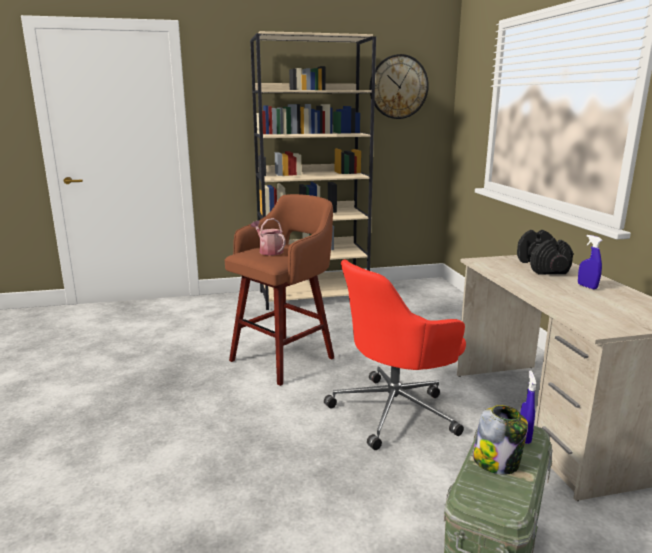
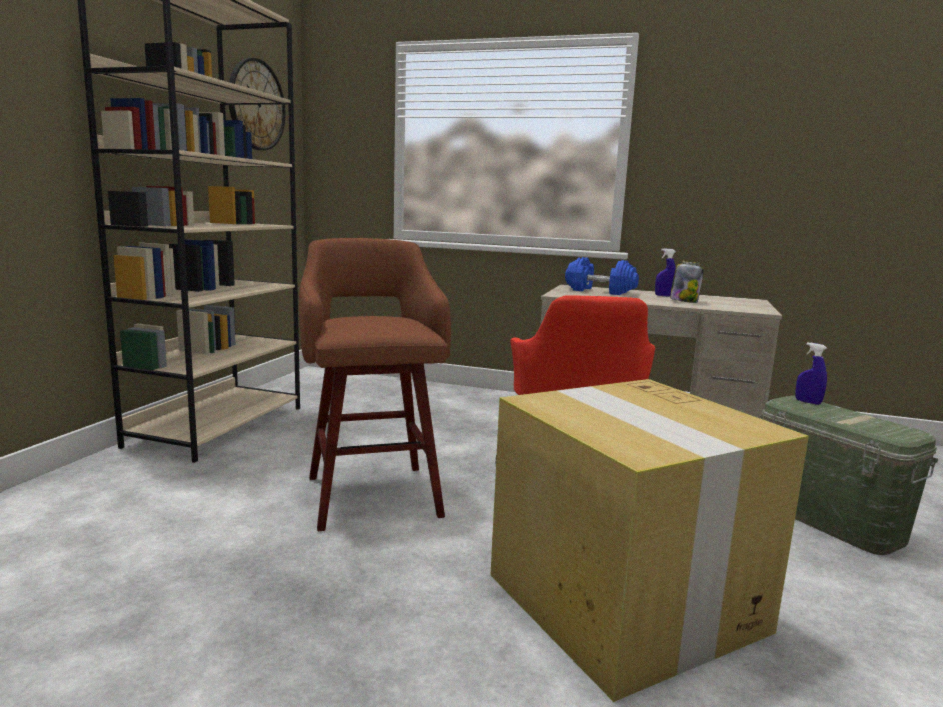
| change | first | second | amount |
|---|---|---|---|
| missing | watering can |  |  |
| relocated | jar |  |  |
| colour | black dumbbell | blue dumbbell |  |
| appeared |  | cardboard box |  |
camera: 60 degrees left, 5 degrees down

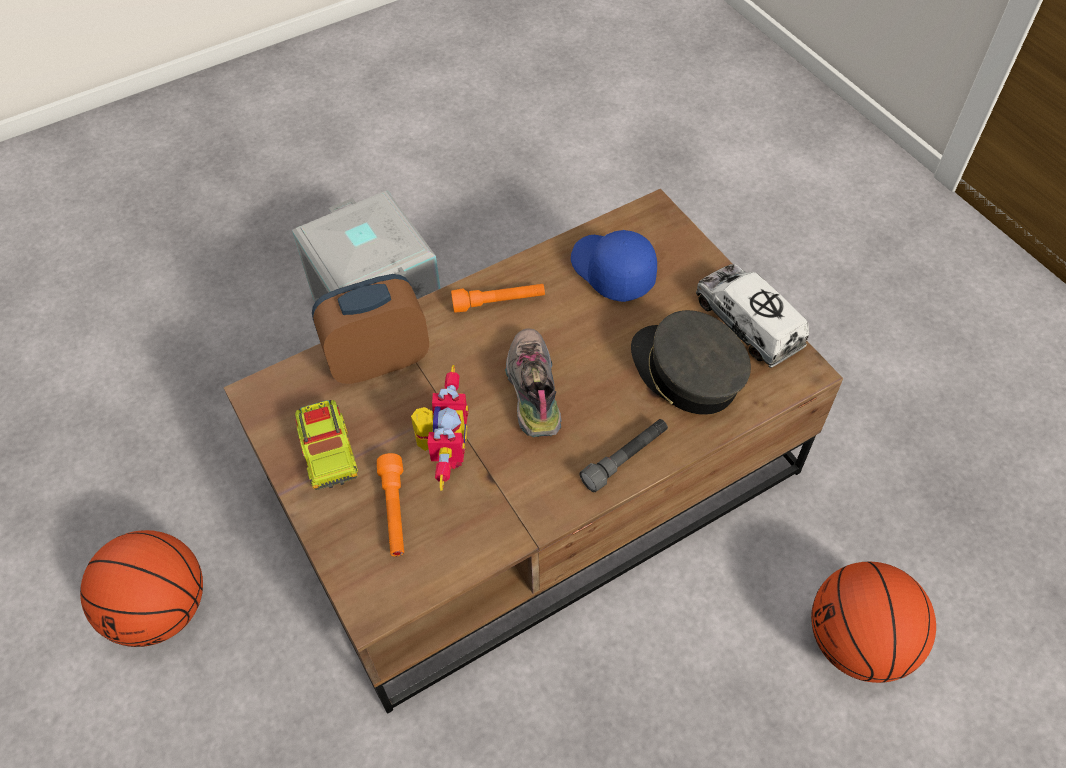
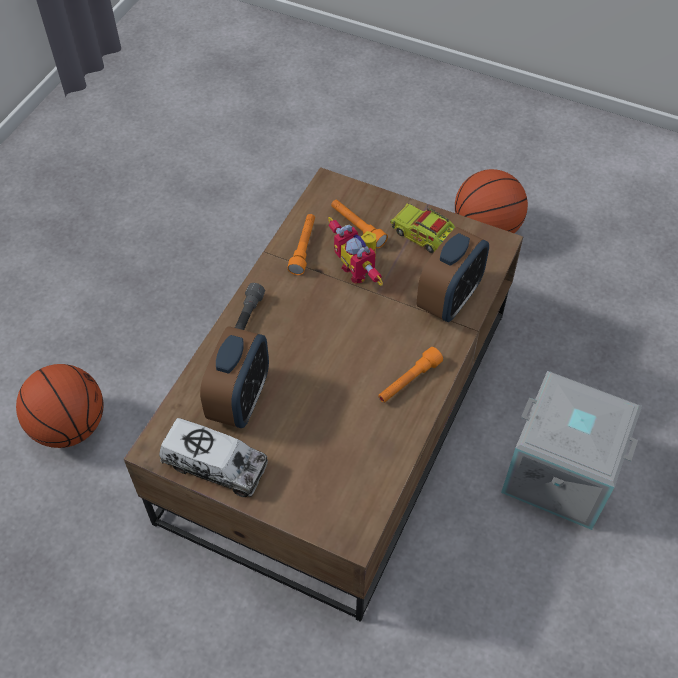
| change | first | second | amount |
|---|---|---|---|
| missing | shoe |  |  |
| missing | blue cap |  |  |
| exchanged | grey cap | alarm clock (no. 1 from left) |  |
| appeared |  | orange flashlight (no. 1 from left) |  |
camera: 145 degrees right, 0 degrees up

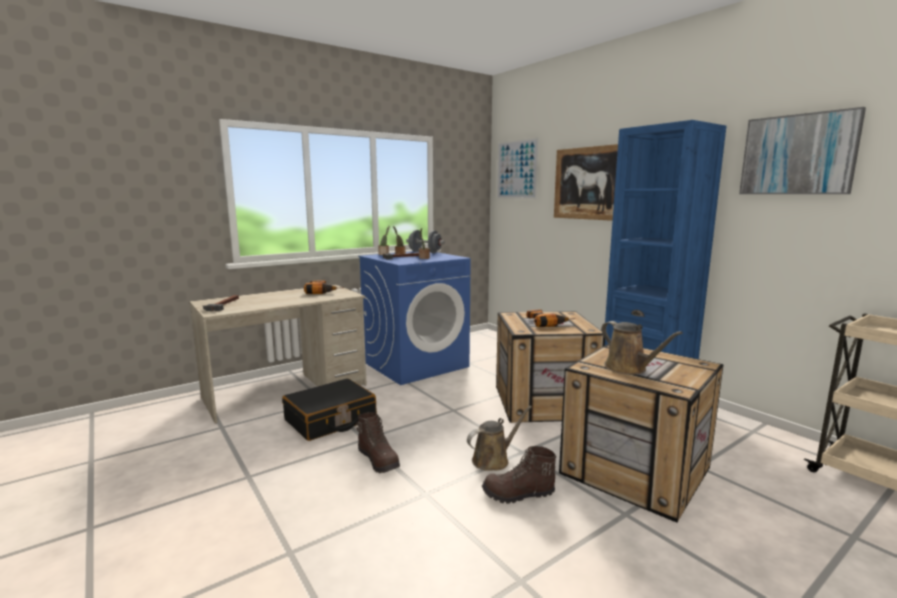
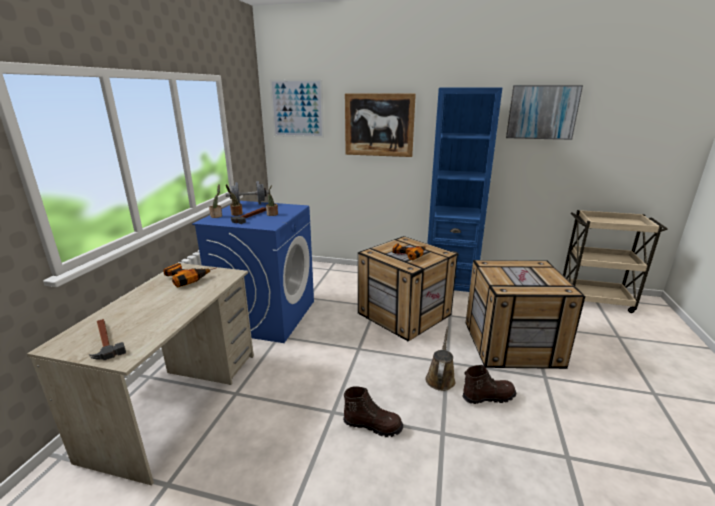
| change | first | second | amount |
|---|---|---|---|
| missing | black suitcase |  |  |
| spun | brown boot (no. 2 from left) |  | 150 degrees counterclockwise |
| missing | brown watering can (no. 2 from left) |  |  |
camera: 40 degrees left, 10 degrees up

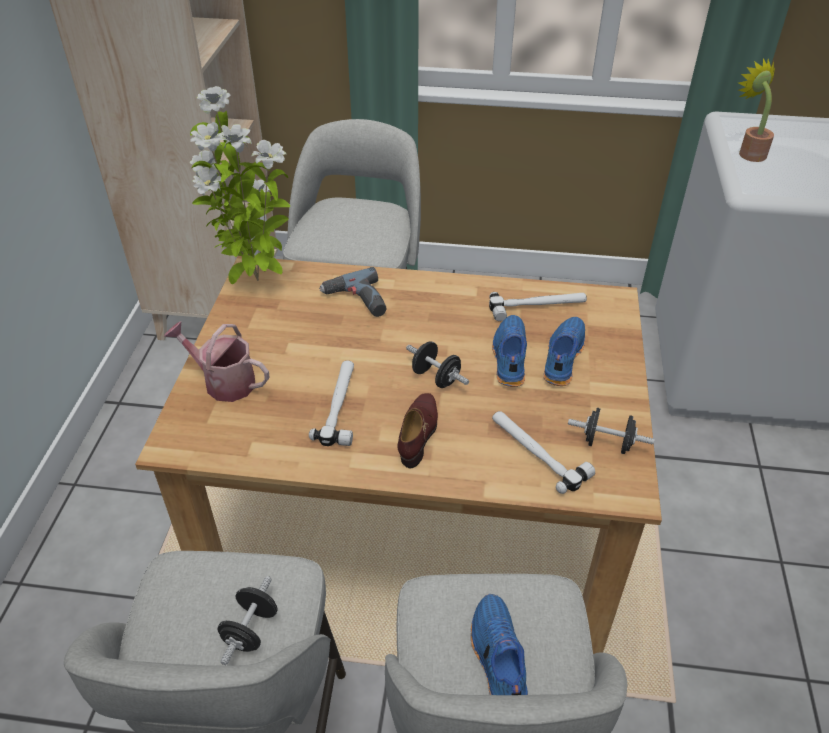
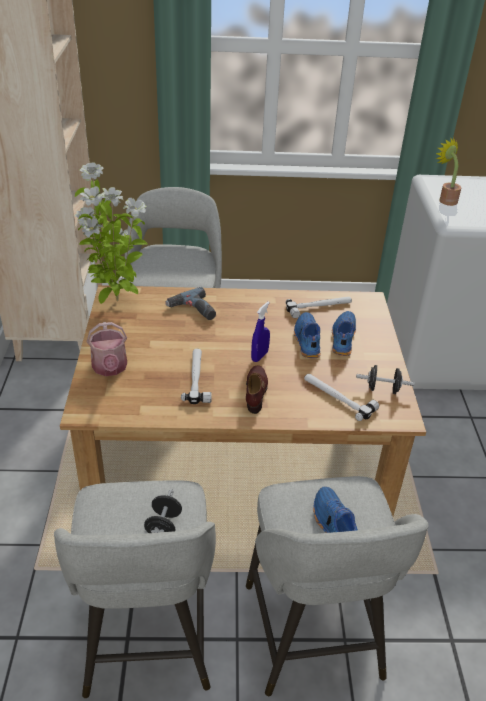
| change | first | second | amount |
|---|---|---|---|
| spun | watering can |  | 120 degrees counterclockwise |
| exchanged | black dumbbell (no. 2 from left) | blue spray bottle |  |
camera: 10 degrees left, 5 degrees down

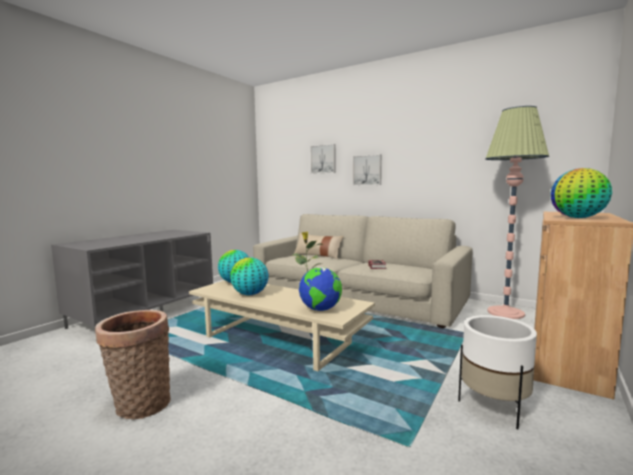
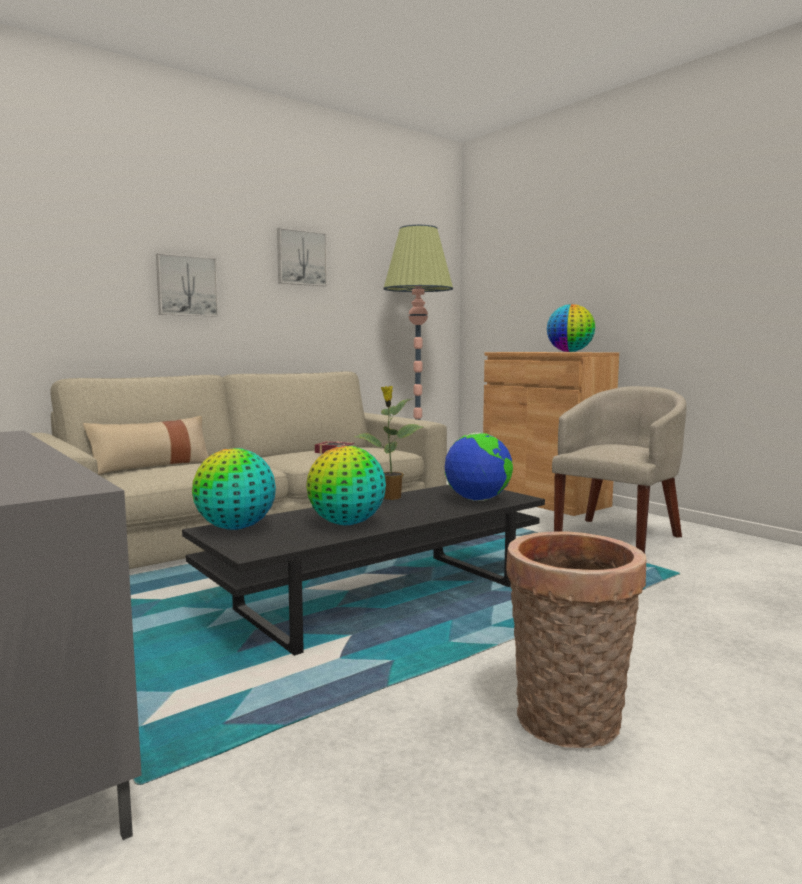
| change | first | second | amount |
|---|---|---|---|
| colour | beige coffee table | black coffee table |  |
| relocated | picture (no. 1 from left in the first image) | picture (no. 2 from left) |  |
| exchanged | white planter | beige armchair |  |
camera: 70 degrees left, 0 degrees up

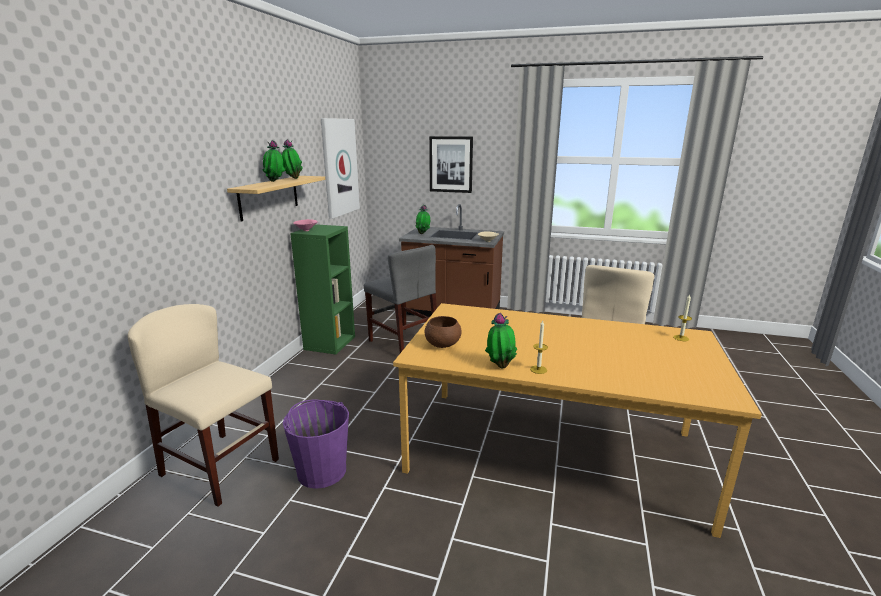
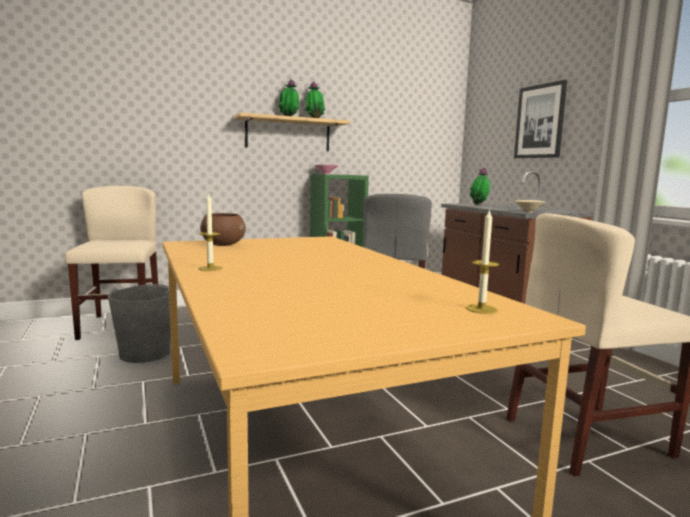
| change | first | second | amount |
|---|---|---|---|
| colour | purple bucket | grey bucket |  |
| missing | picture (no. 1 from left) |  |  |
| missing | potted plant (no. 4 from left) |  |  |
camera: 50 degrees right, 10 degrees down

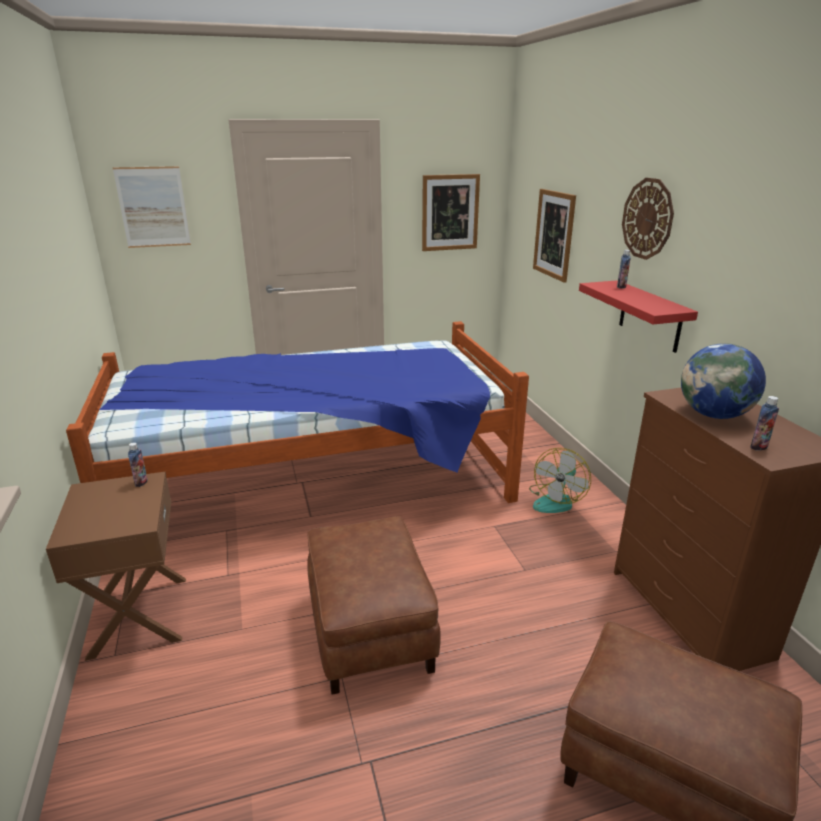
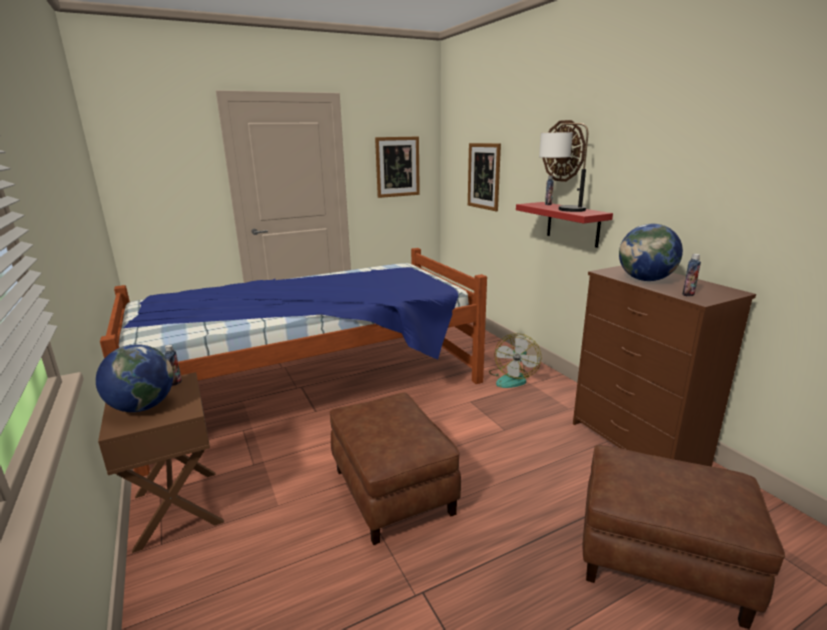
| change | first | second | amount |
|---|---|---|---|
| missing | picture (no. 1 from left) |  |  |
| appeared |  | globe (no. 1 from left) |  |
| appeared |  | table lamp |  |
camera: 10 degrees left, 5 degrees down

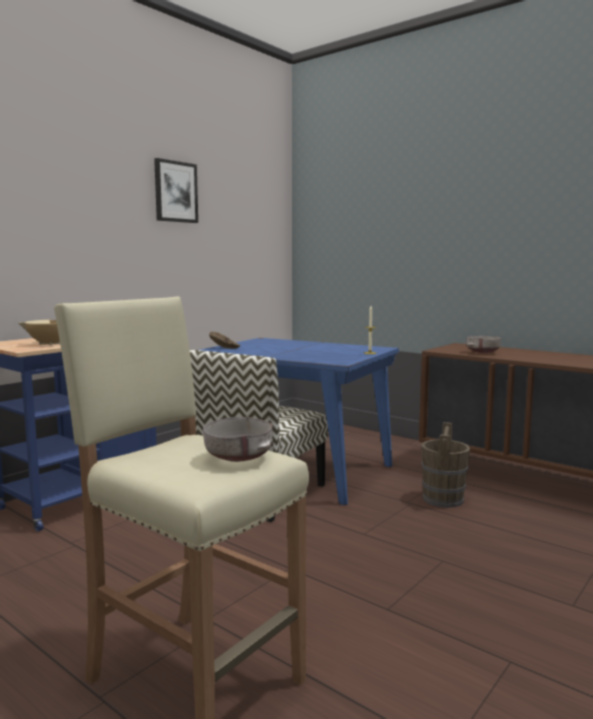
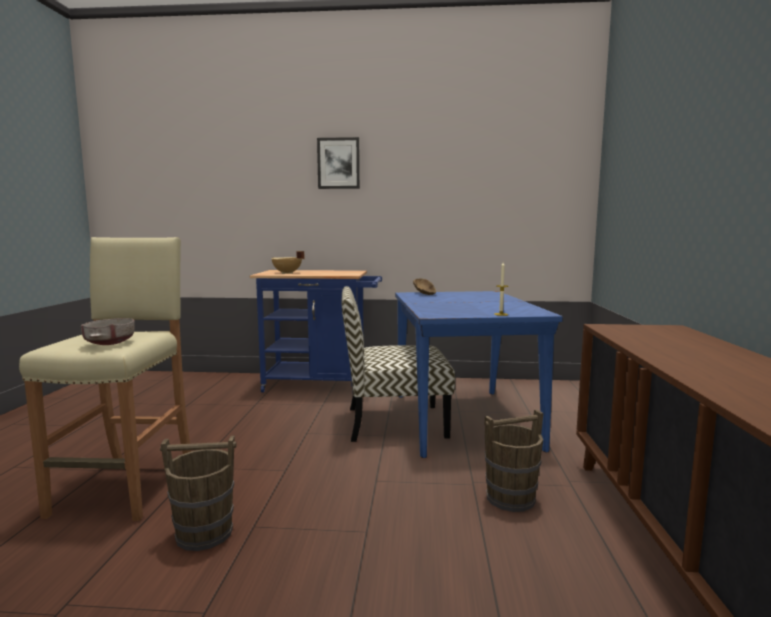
| change | first | second | amount |
|---|---|---|---|
| relocated | picture |  |  |
| missing | grey bowl (no. 2 from left) |  |  |
| appeared |  | brown bucket (no. 1 from left) |  |
camera: 55 degrees right, 0 degrees up

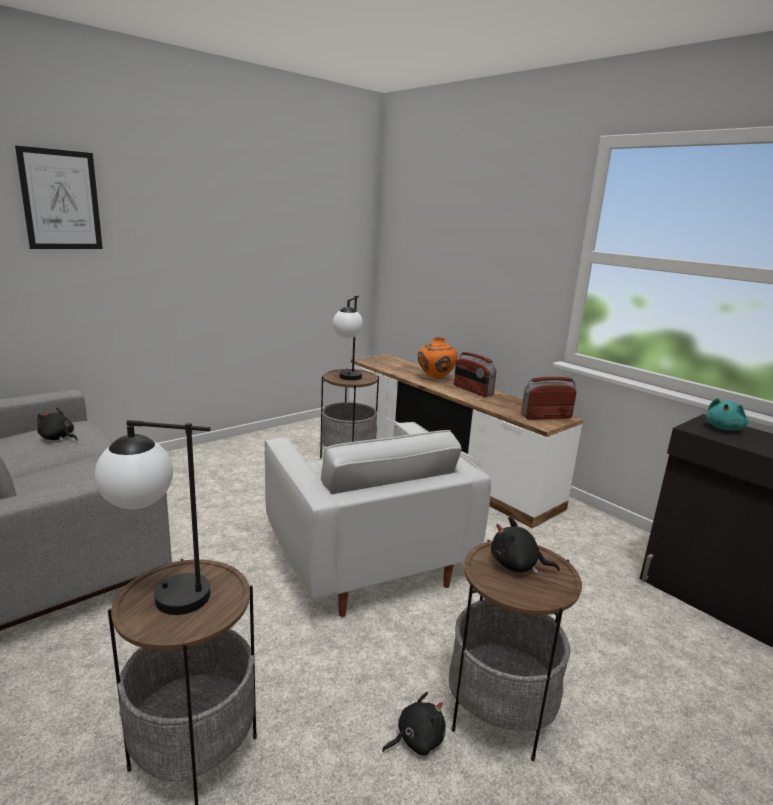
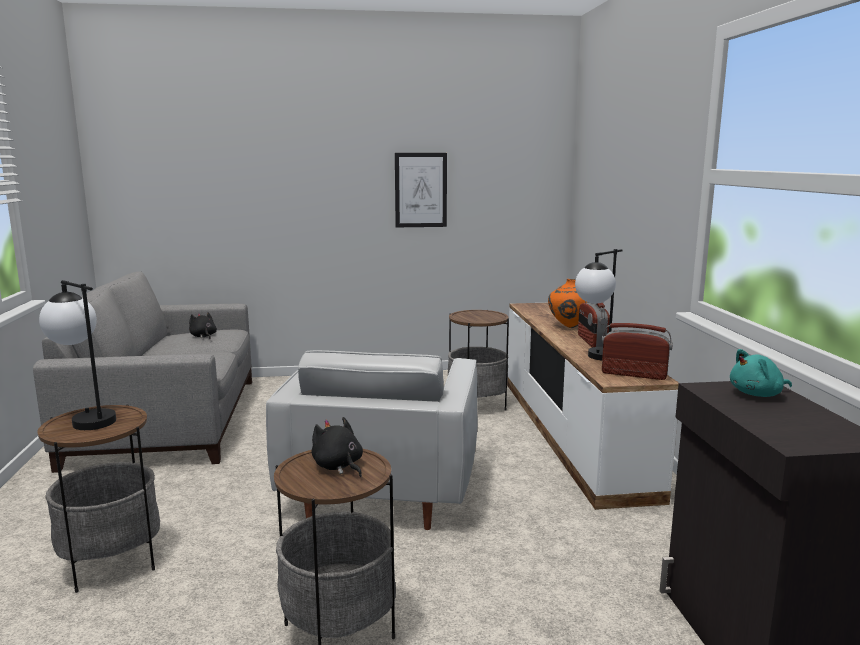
| change | first | second | amount |
|---|---|---|---|
| relocated | picture |  |  |
| relocated | table lamp (no. 2 from left) |  |  |
| missing | black plush toy (no. 2 from left) |  |  |
camera: 35 degrees right, 5 degrees down

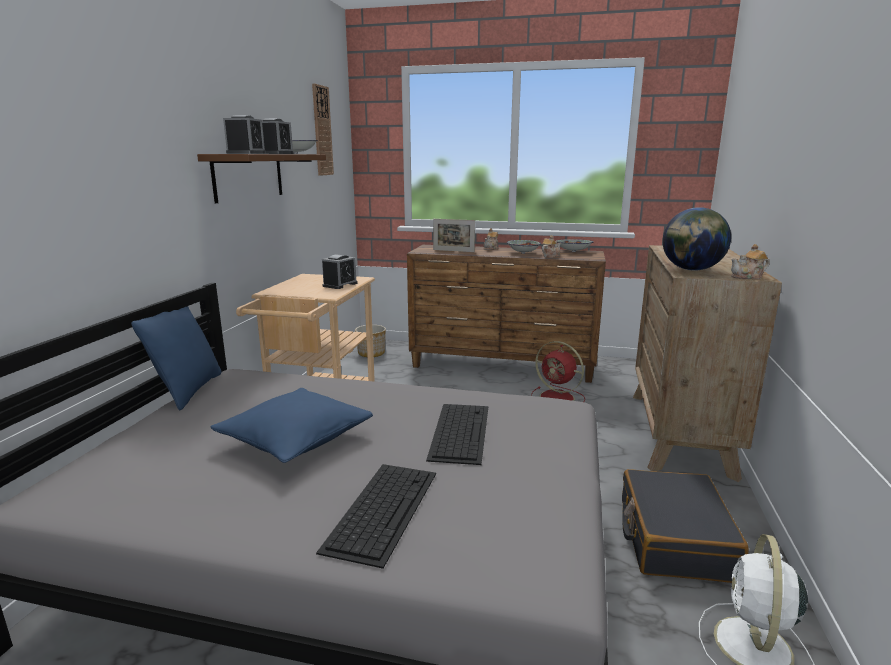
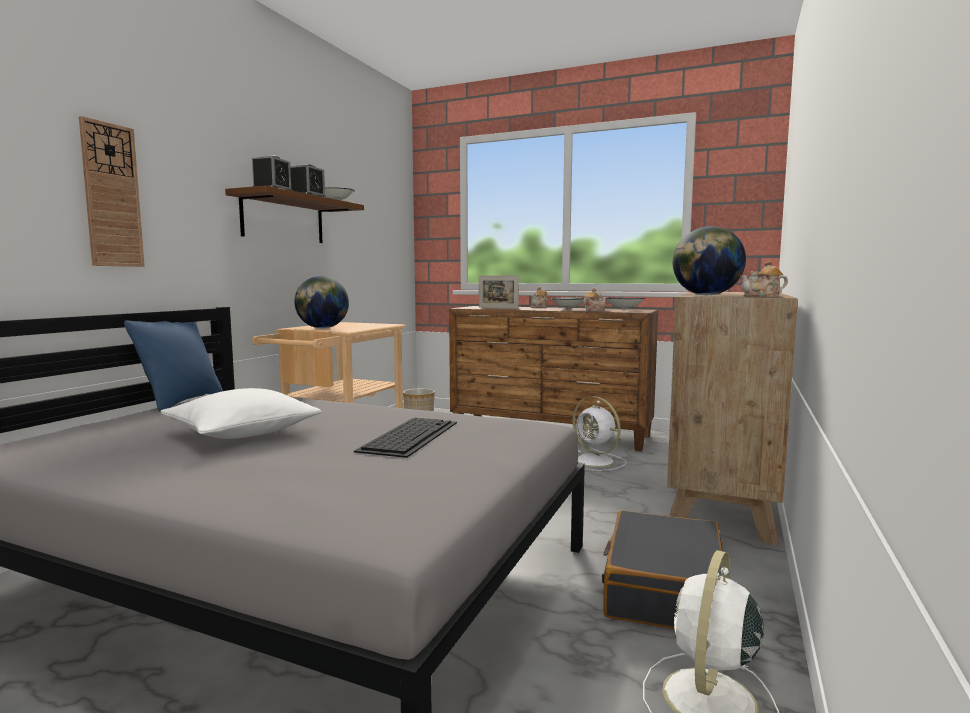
| change | first | second | amount |
|---|---|---|---|
| colour | blue pillow (no. 2 from left) | white pillow |  |
| relocated | wall clock |  |  |
| missing | keyboard (no. 1 from left) |  |  |
| missing | alarm clock (no. 3 from left) |  |  |
| colour | red fan | white fan (no. 1 from left) |  |
| appeared |  | globe (no. 1 from left) |  |
camera: 10 degrees right, 10 degrees down

